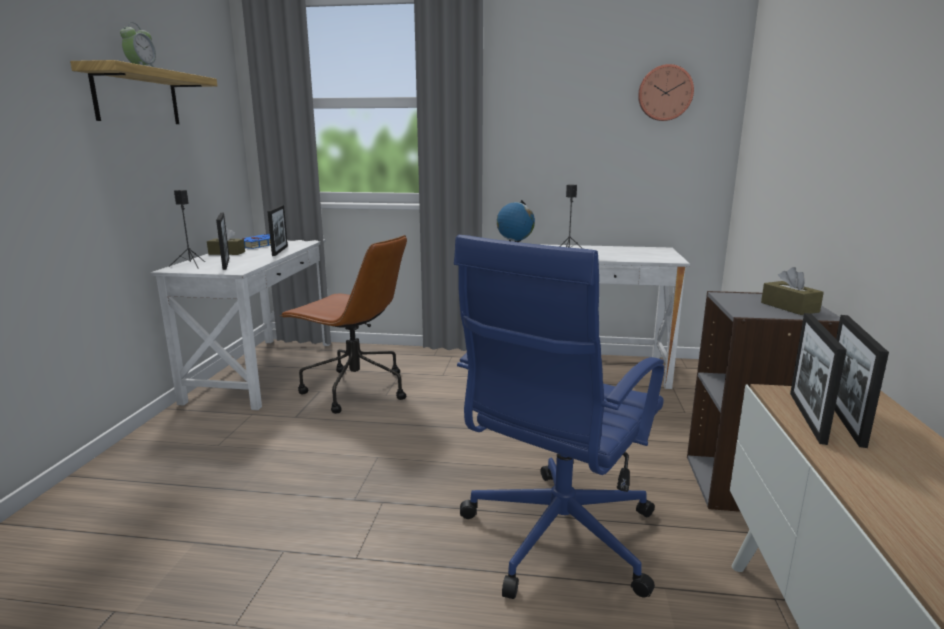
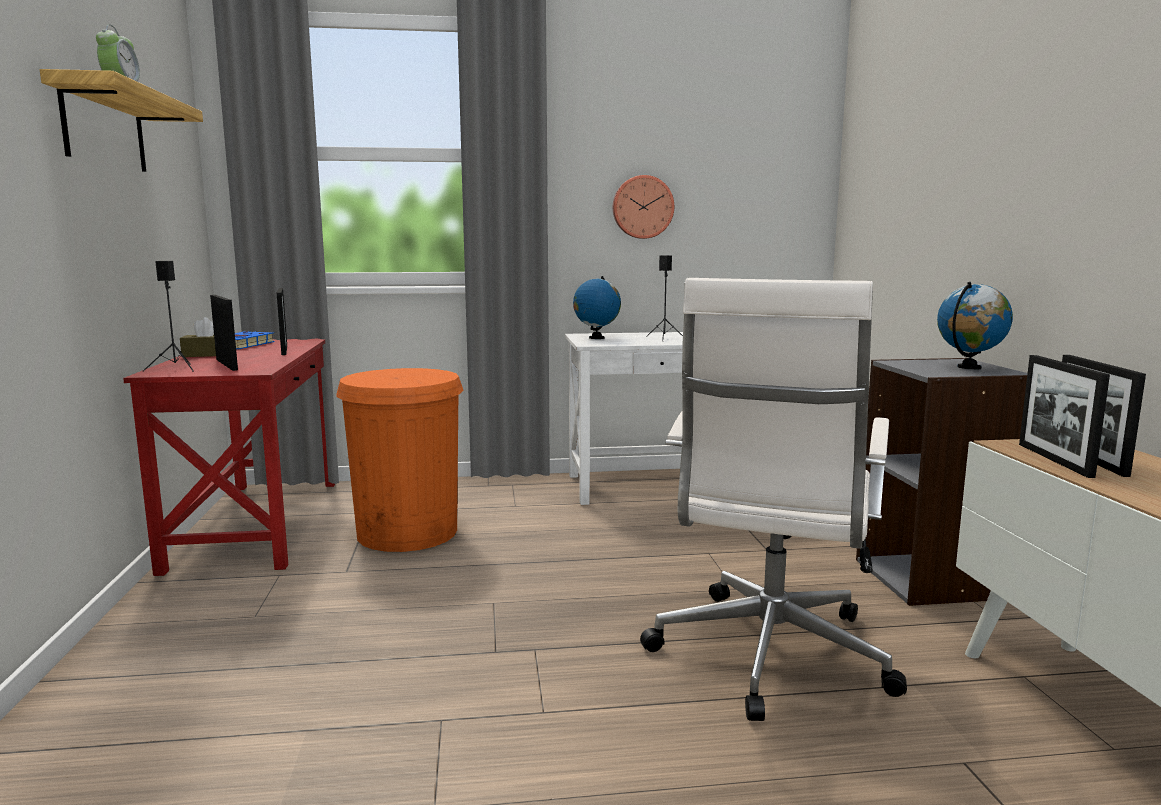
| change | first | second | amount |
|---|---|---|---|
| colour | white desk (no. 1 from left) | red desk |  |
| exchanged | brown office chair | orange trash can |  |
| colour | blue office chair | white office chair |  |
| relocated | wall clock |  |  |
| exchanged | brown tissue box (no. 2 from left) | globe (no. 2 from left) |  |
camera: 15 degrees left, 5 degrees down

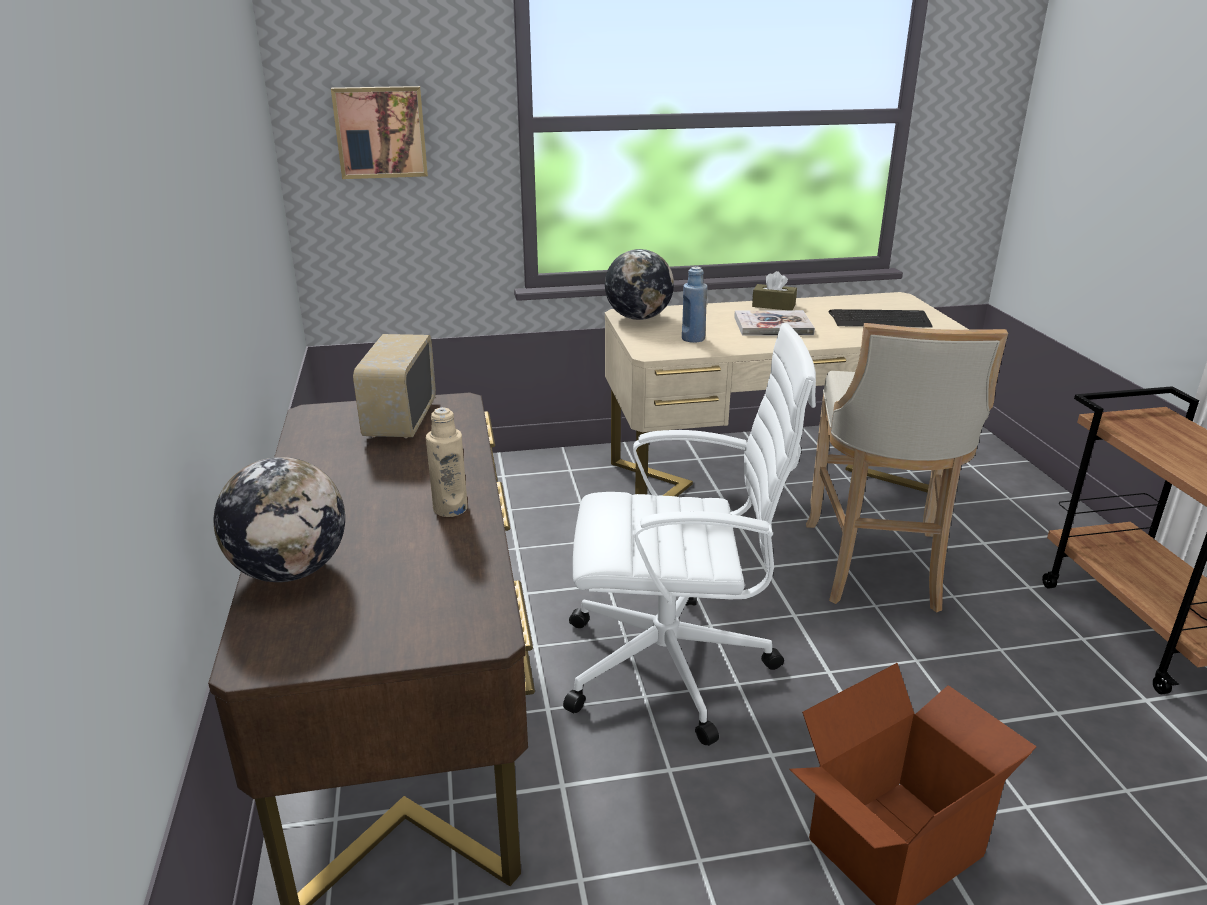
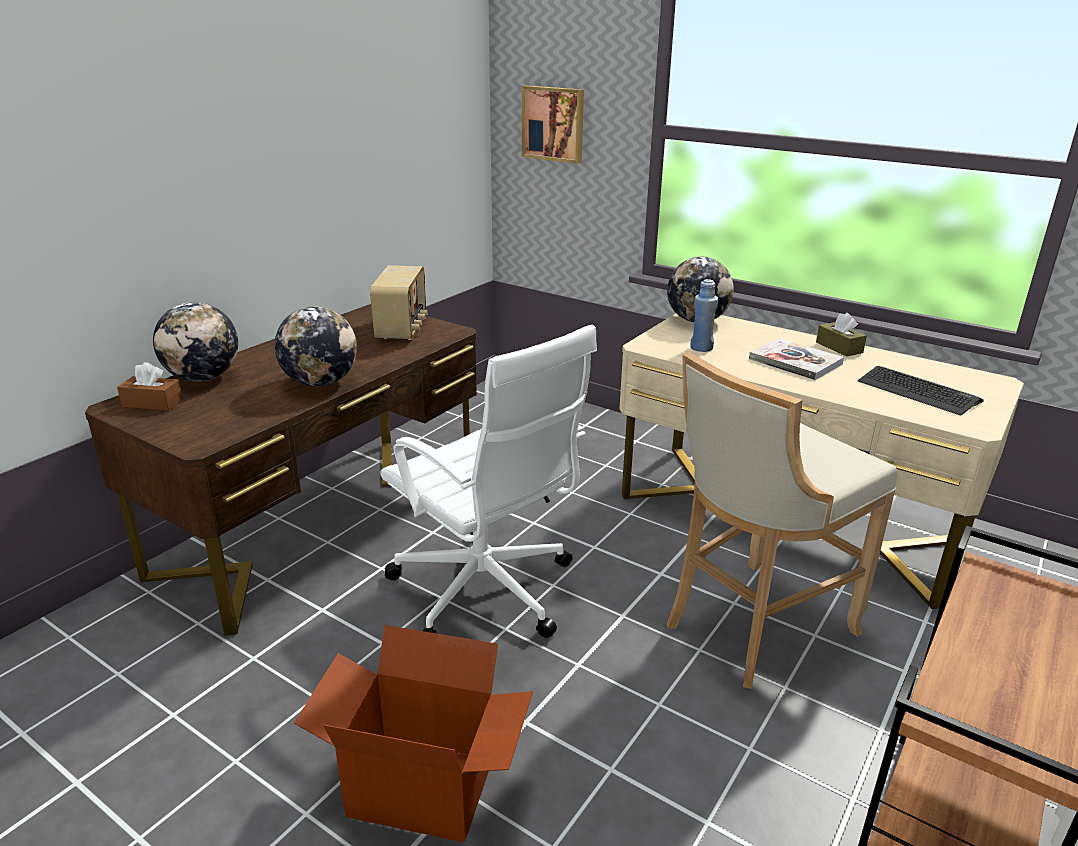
| change | first | second | amount |
|---|---|---|---|
| spun | radio |  | 135 degrees clockwise |
| exchanged | beige bottle | globe (no. 2 from left) |  |
| appeared |  | brown tissue box (no. 1 from left) |  |
camera: 45 degrees right, 0 degrees up

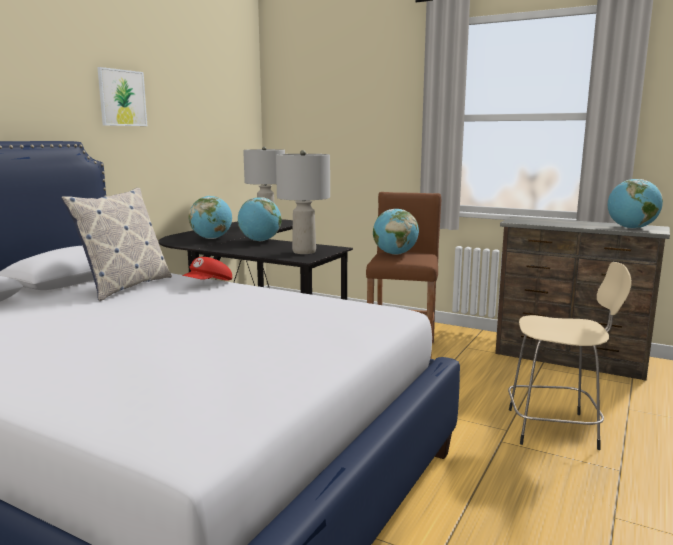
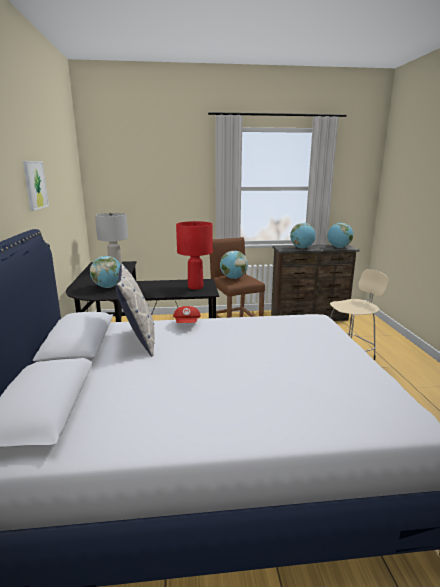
| change | first | second | amount |
|---|---|---|---|
| relocated | globe (no. 2 from left in the first image) | globe (no. 3 from left) |  |
| colour | grey table lamp (no. 2 from left) | red table lamp |  |
camera: 35 degrees left, 5 degrees up

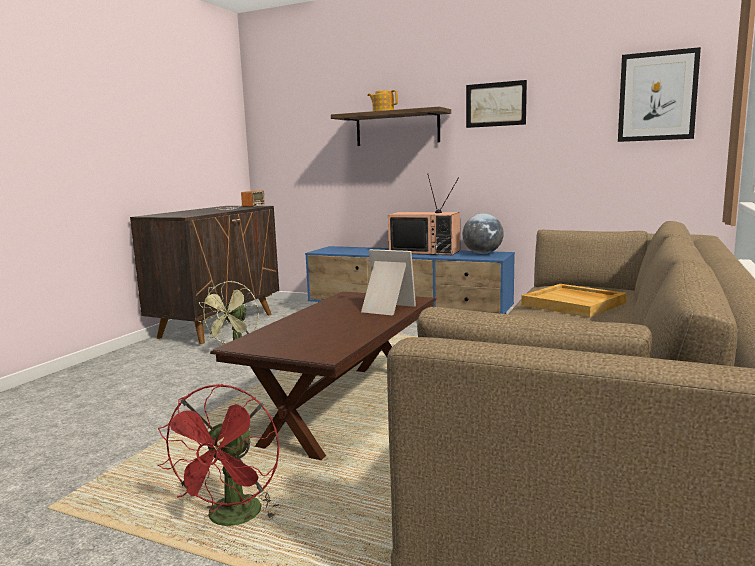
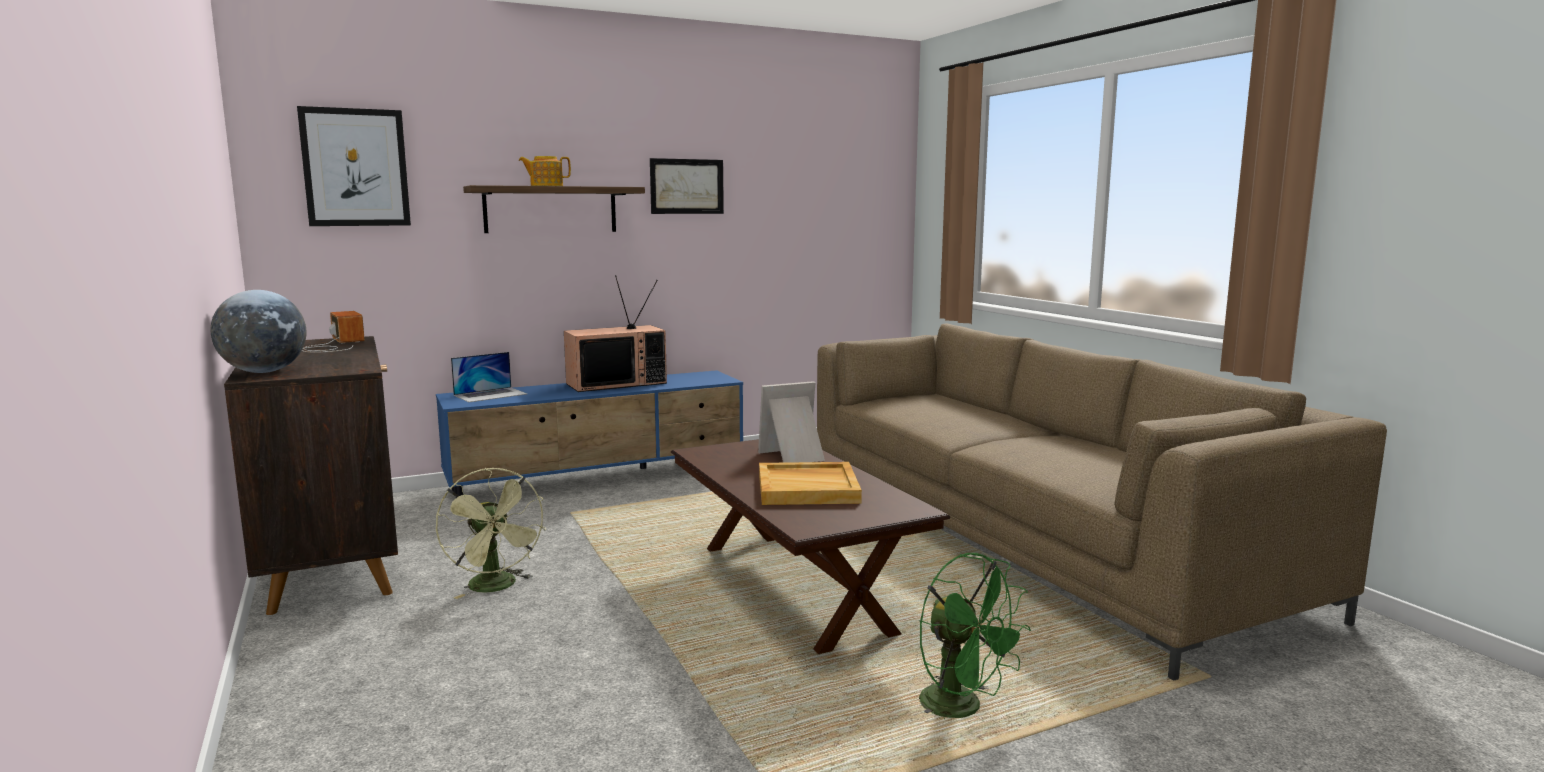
| change | first | second | amount |
|---|---|---|---|
| colour | red fan | green fan (no. 2 from left) |  |
| relocated | globe |  |  |
| relocated | beige tray |  |  |
| relocated | picture (no. 2 from left in the first image) | picture (no. 1 from left) |  |
| appeared |  | laptop |  |
camera: 50 degrees left, 0 degrees up

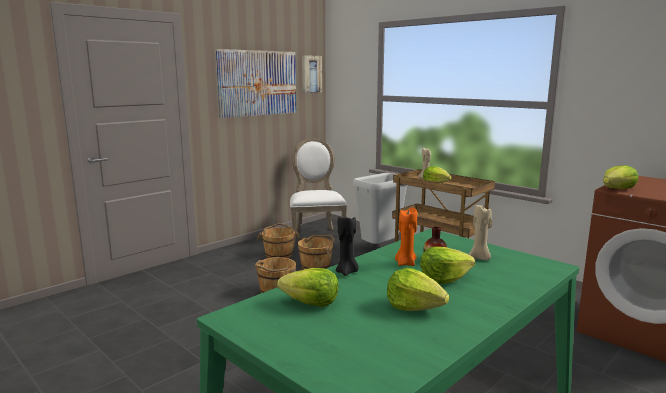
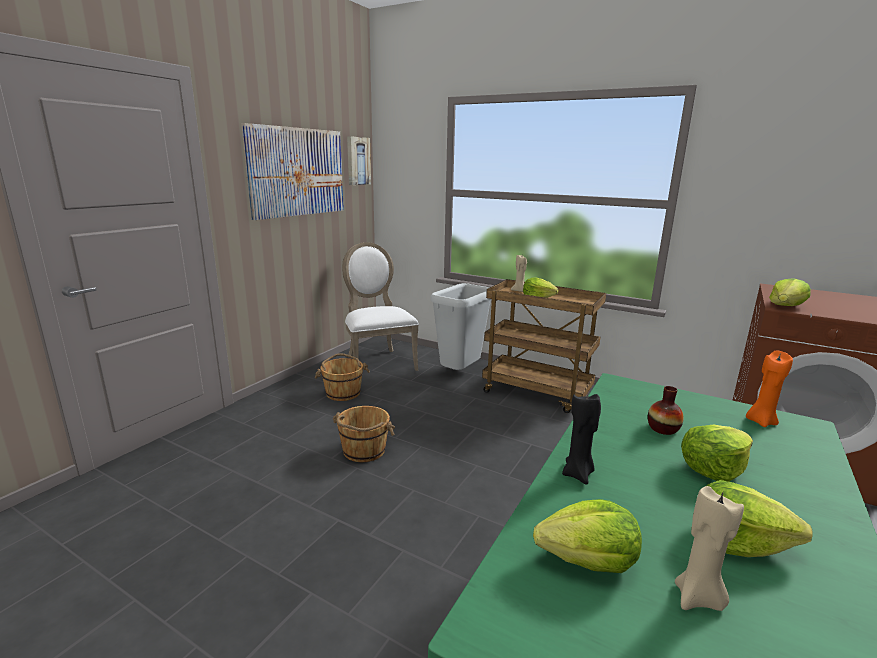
| change | first | second | amount |
|---|---|---|---|
| missing | brown bucket (no. 3 from left) |  |  |
| relocated | orange candle |  |  |
| relocated | beige candle (no. 2 from left) |  |  |
camera: 15 degrees left, 5 degrees up

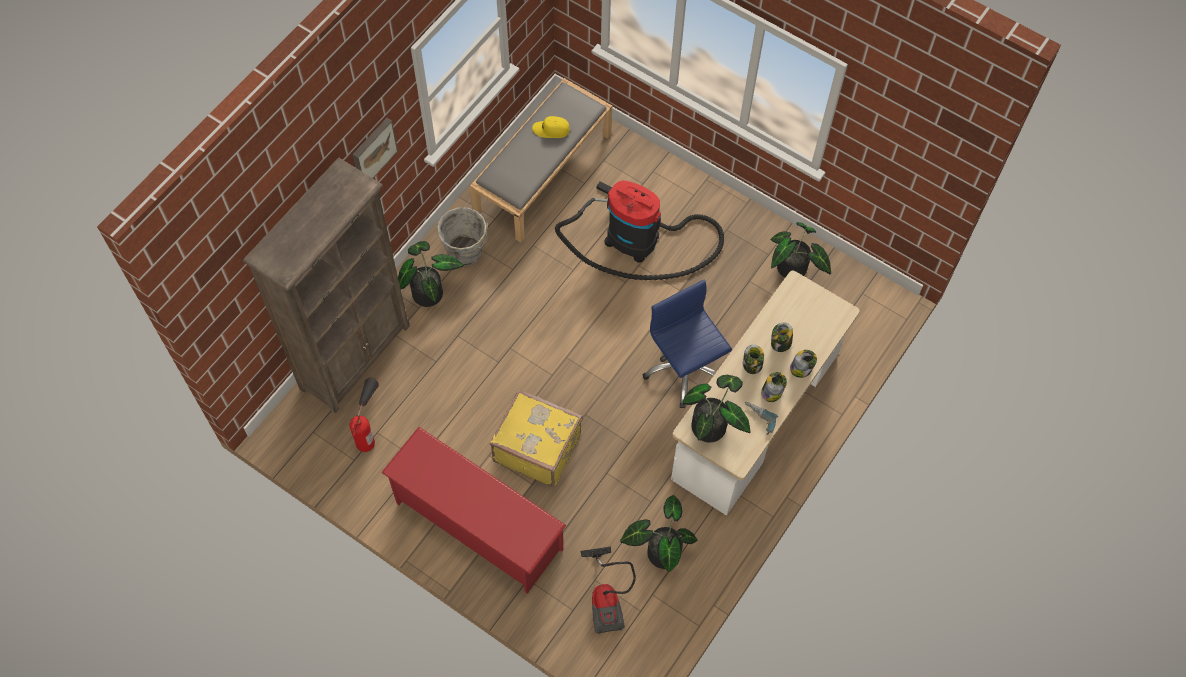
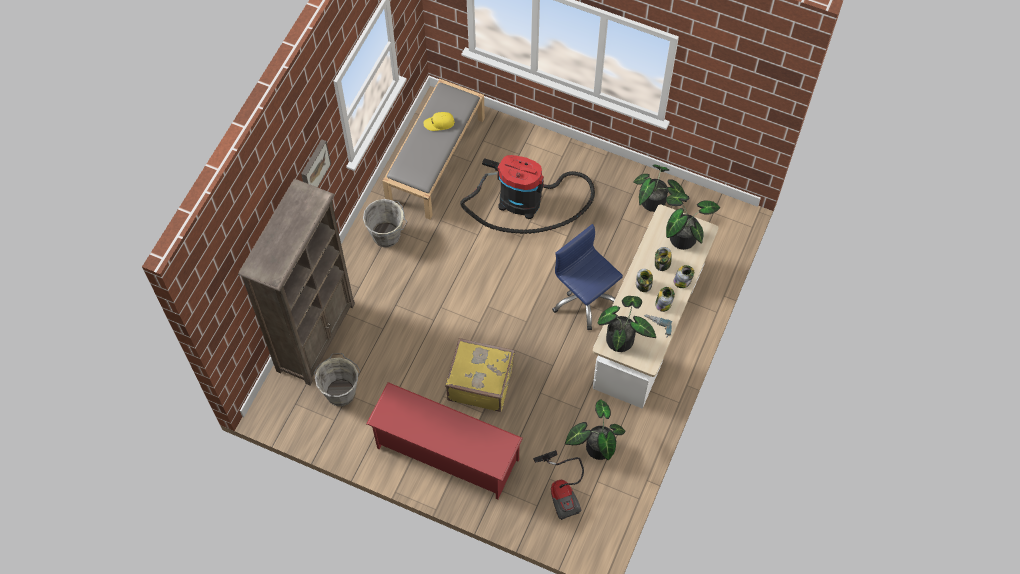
| change | first | second | amount |
|---|---|---|---|
| exchanged | fire extinguisher | grey bucket (no. 1 from left) |  |
| relocated | potted plant (no. 1 from left in the first image) | potted plant (no. 4 from left) |  |
camera: 10 degrees left, 0 degrees up

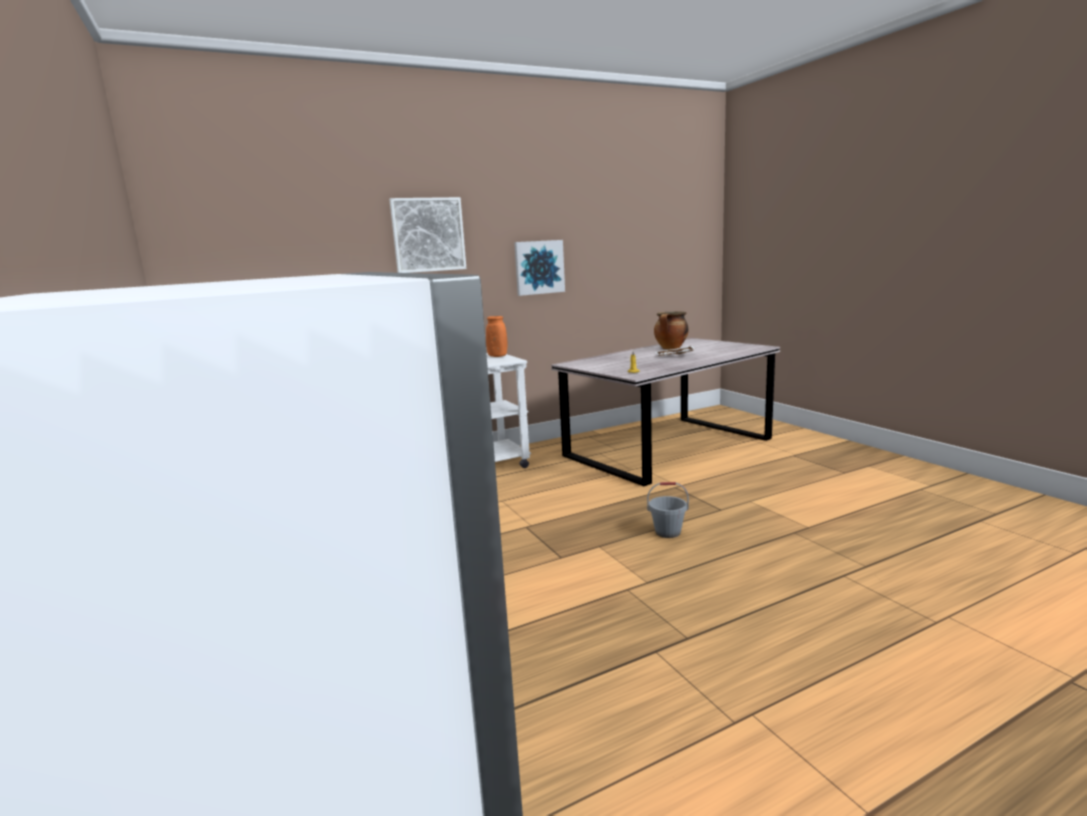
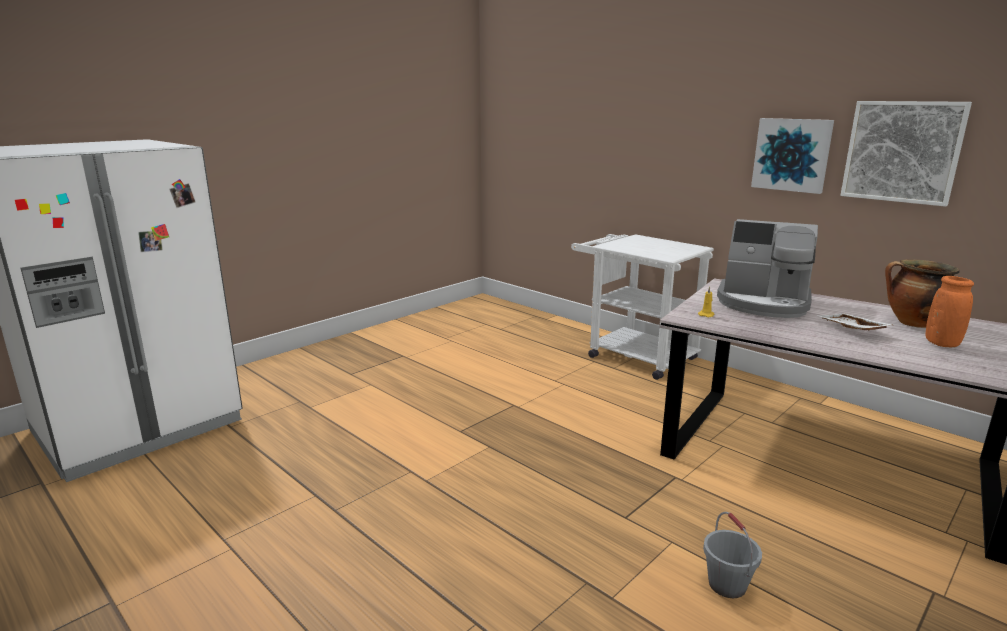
| change | first | second | amount |
|---|---|---|---|
| relocated | picture (no. 1 from left in the first image) | picture (no. 2 from left) |  |
| relocated | orange vase |  |  |
| relocated | grey bucket |  |  |
| appeared |  | coffee machine |  |
camera: 70 degrees right, 5 degrees up

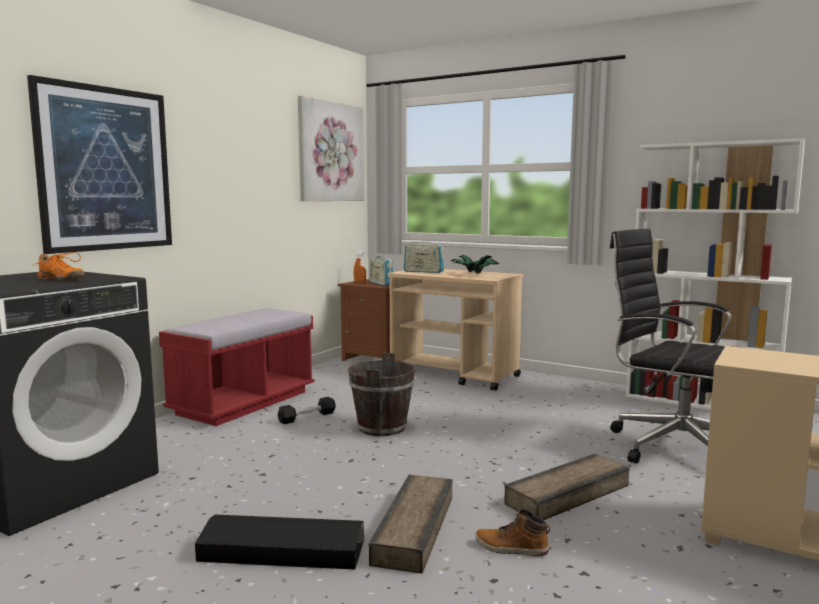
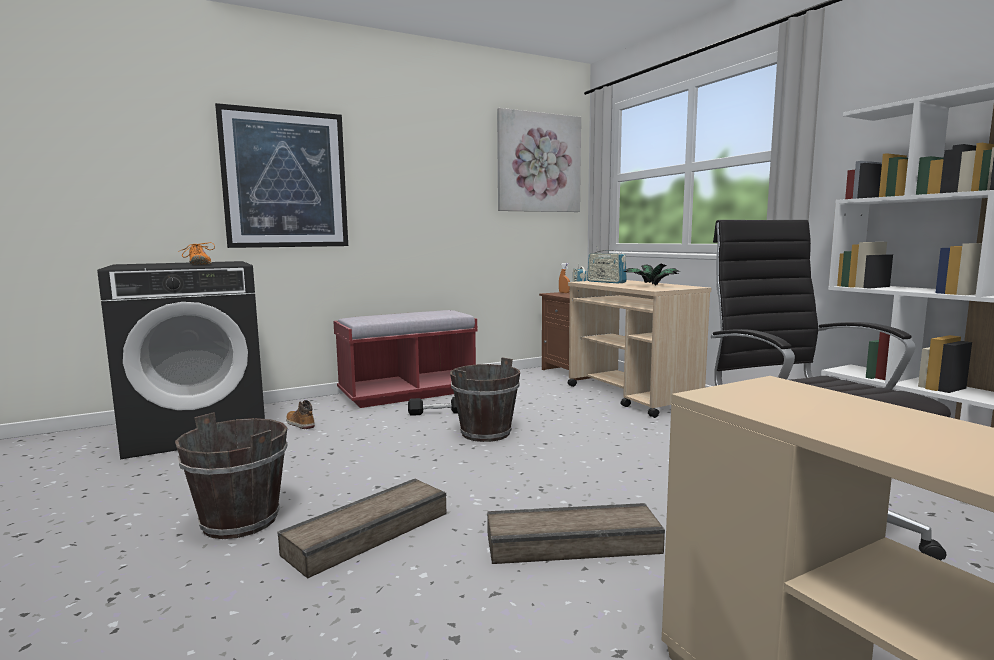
| change | first | second | amount |
|---|---|---|---|
| exchanged | black storage box | brown bucket (no. 1 from left) |  |
| relocated | boot |  |  |
camera: 30 degrees right, 0 degrees up

